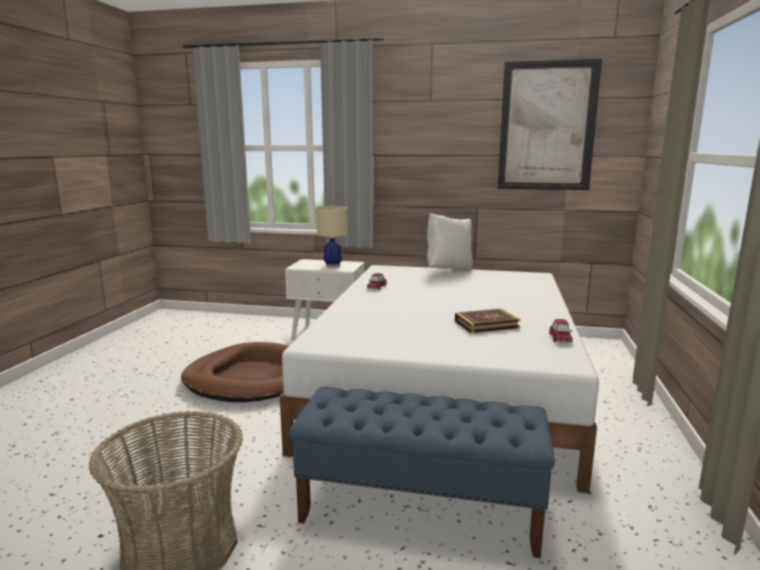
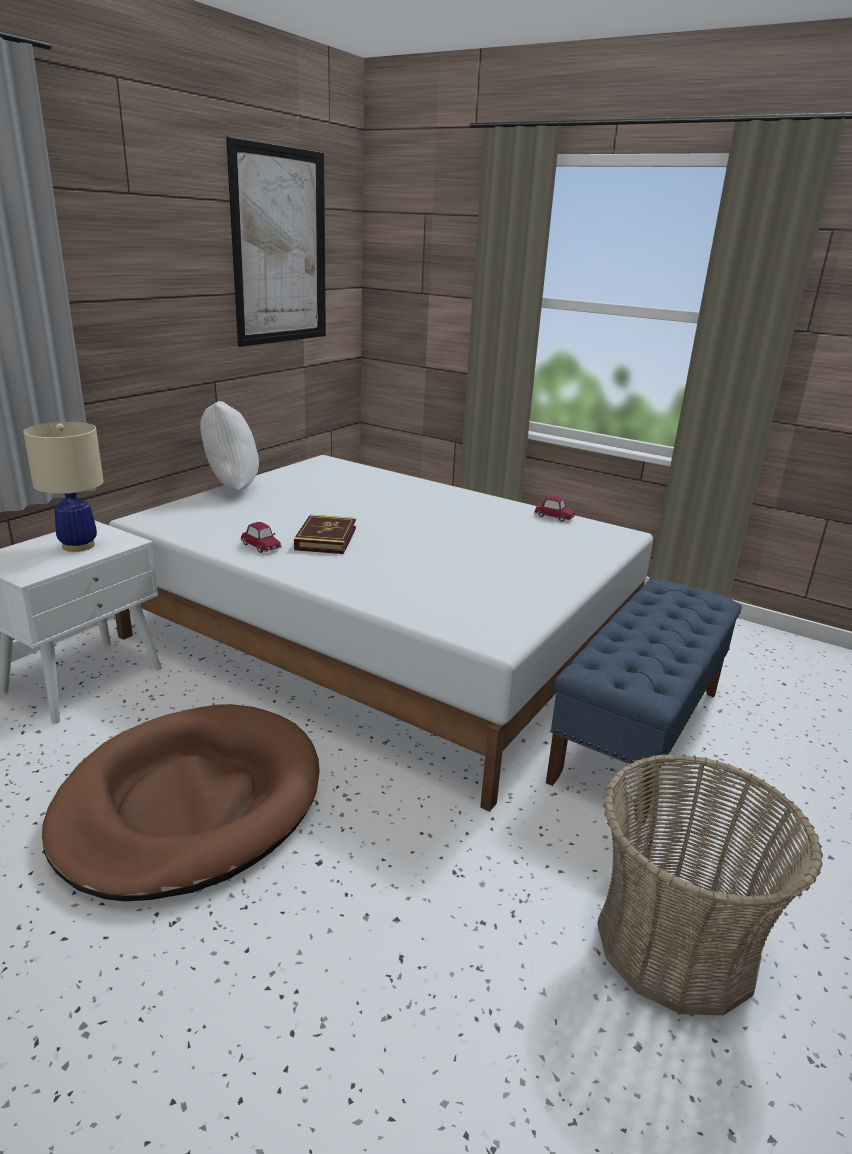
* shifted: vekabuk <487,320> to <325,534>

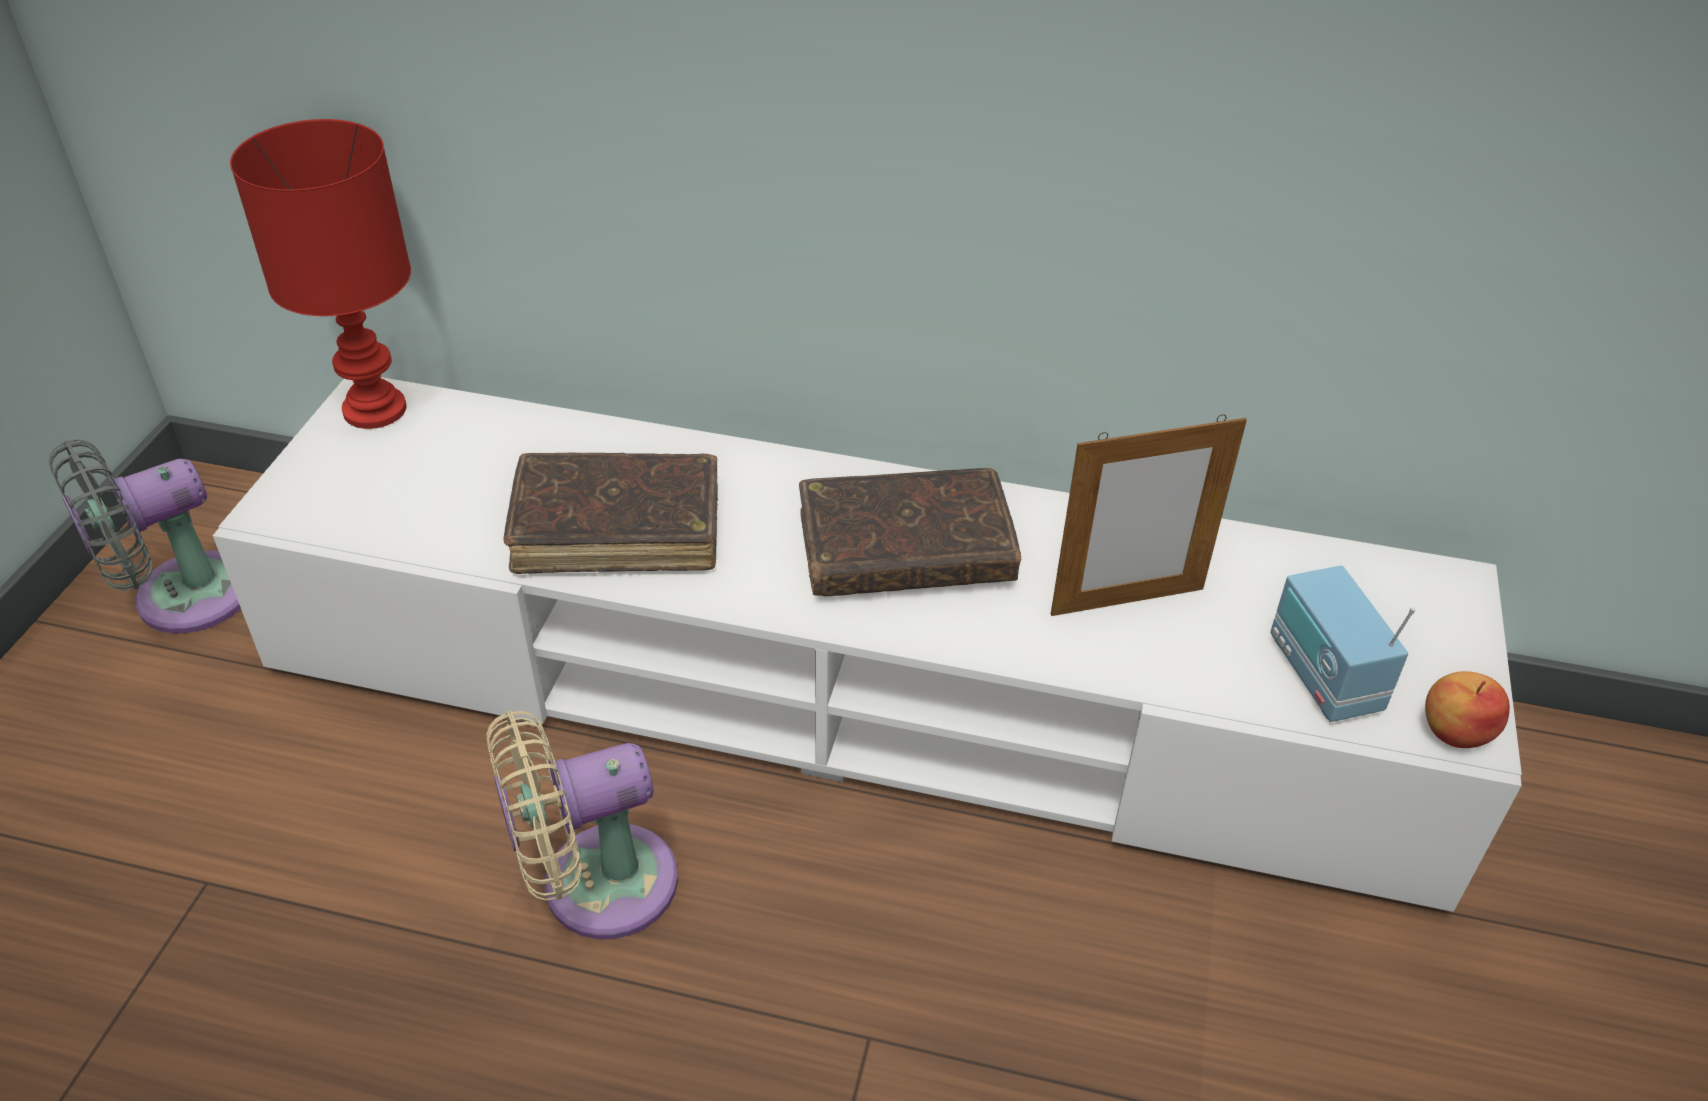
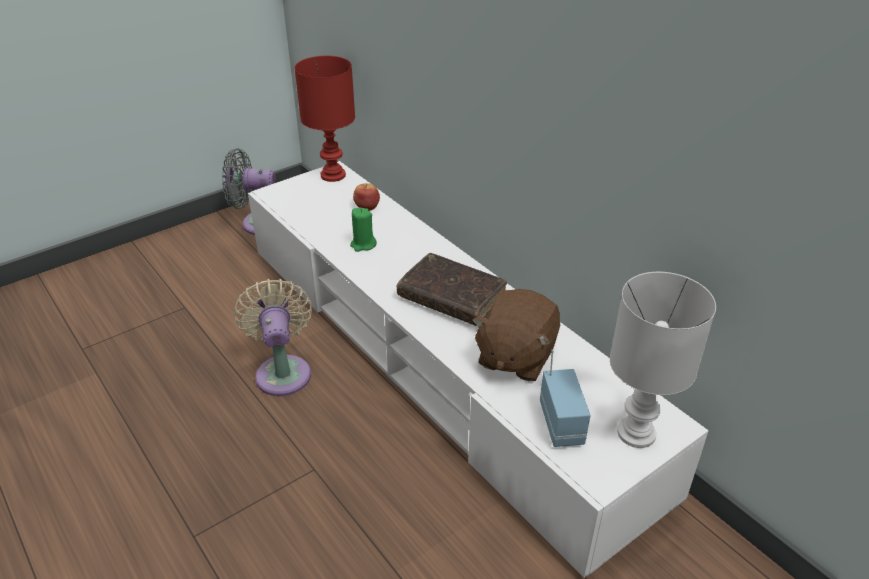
* rotated: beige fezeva <582,825> = <273,337> 60 degrees clockwise
* swapped: brown vekabuk <611,513> to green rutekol <363,230>
* swapped: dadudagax <1149,515> to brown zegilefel <516,335>
* rotated: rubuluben <1343,644> = <565,398> 150 degrees clockwise
* shifted: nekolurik <1467,709> to <366,196>
* new: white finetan <663,360>

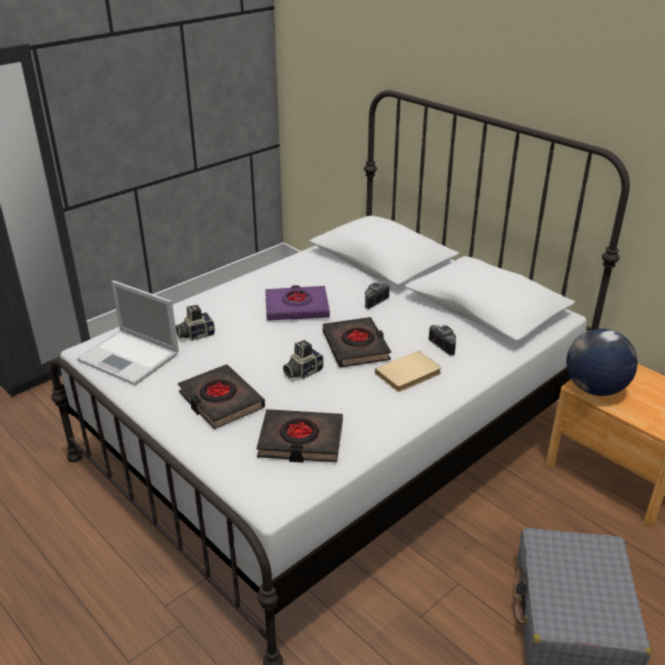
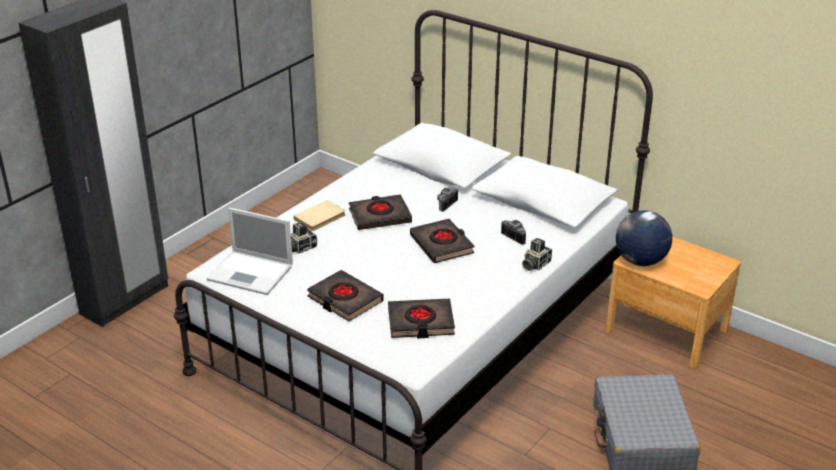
* repainted: purple vekabuk <297,303> to black vekabuk <380,212>
* shifted: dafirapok <303,359> to <537,254>
* shifted: beige vekabuk <408,371> to <319,215>

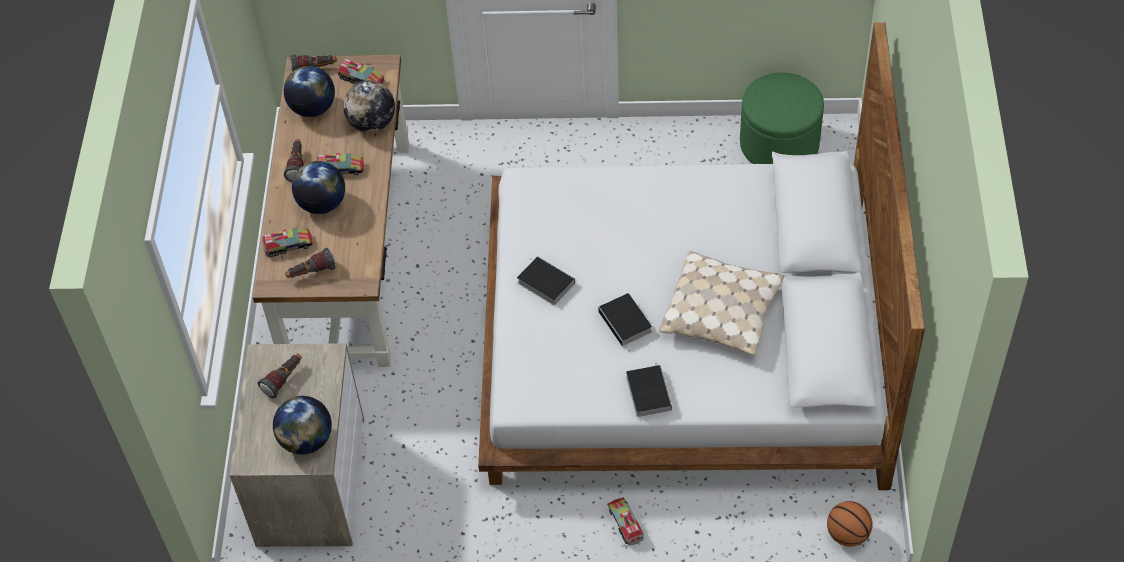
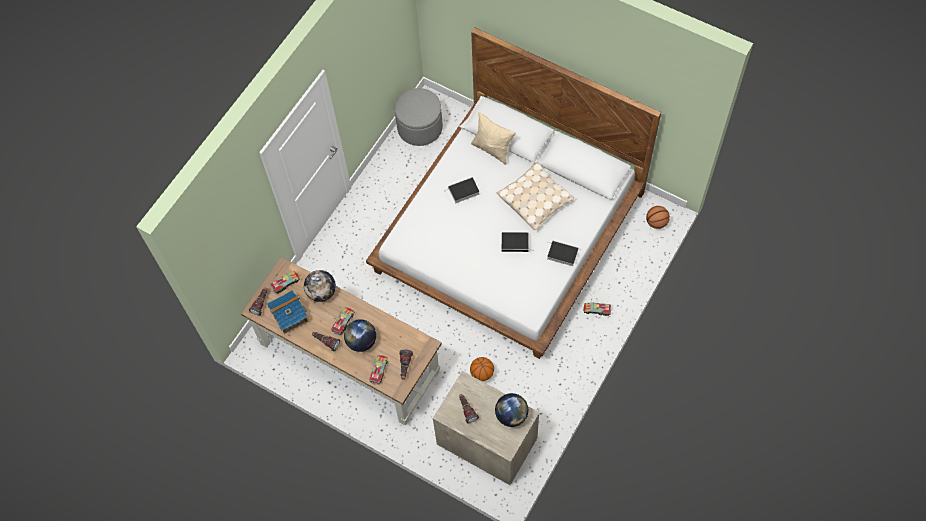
* swapped: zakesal <309,91> to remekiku <287,312>
* shifted: vekabuk <546,280> to <461,190>
* repainted: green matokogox <782,118> to grey matokogox <419,117>
* new: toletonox <482,369>
* new: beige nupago <493,138>

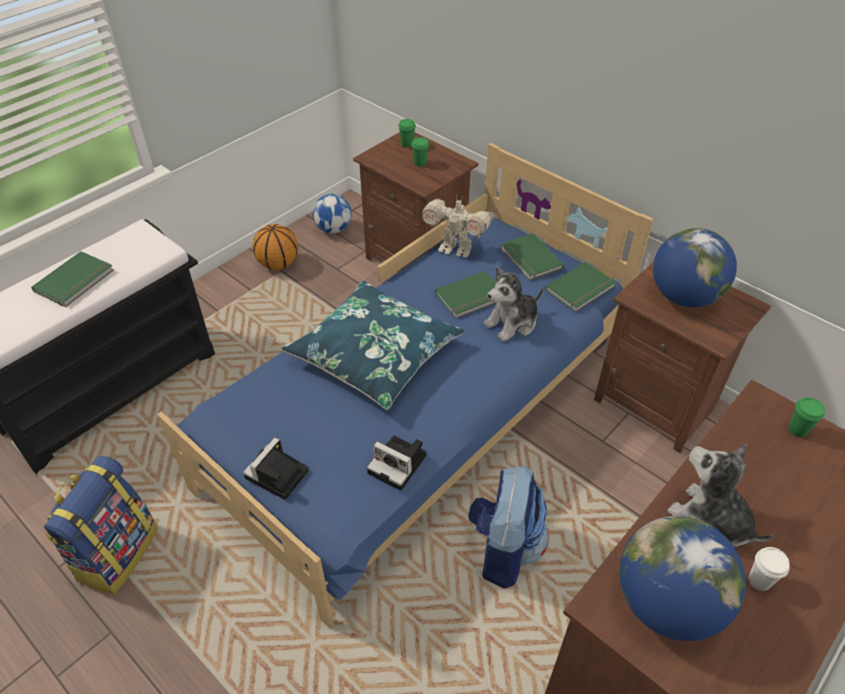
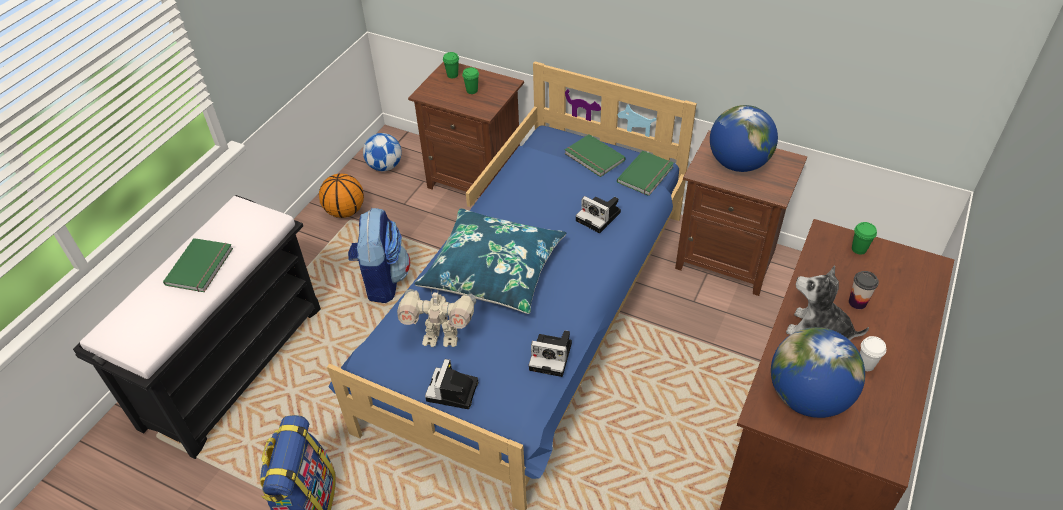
* shifted: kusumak <458,227> to <436,318>
* gone: green vekabuk <465,294>
* shifted: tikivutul <508,527> to <379,255>
* swapped: zegilefel <513,304> to dafirapok <598,214>
* new: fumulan <864,290>

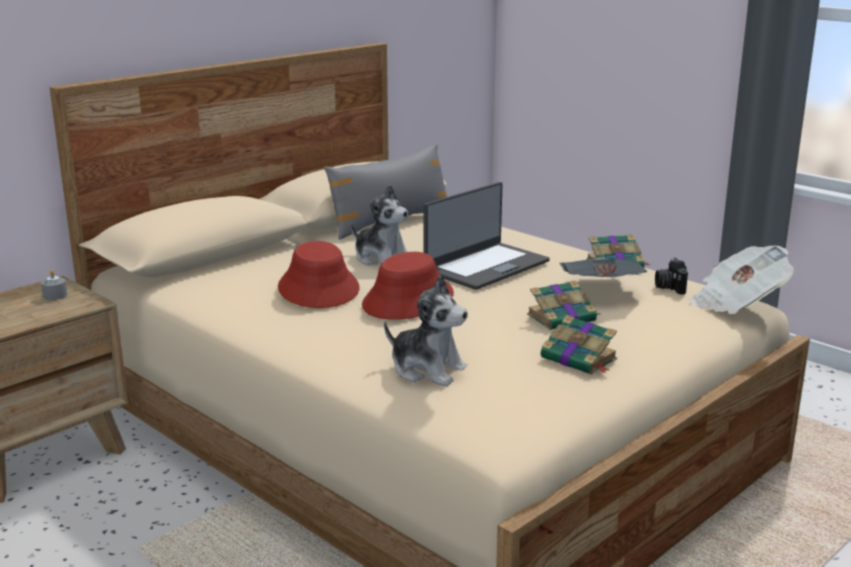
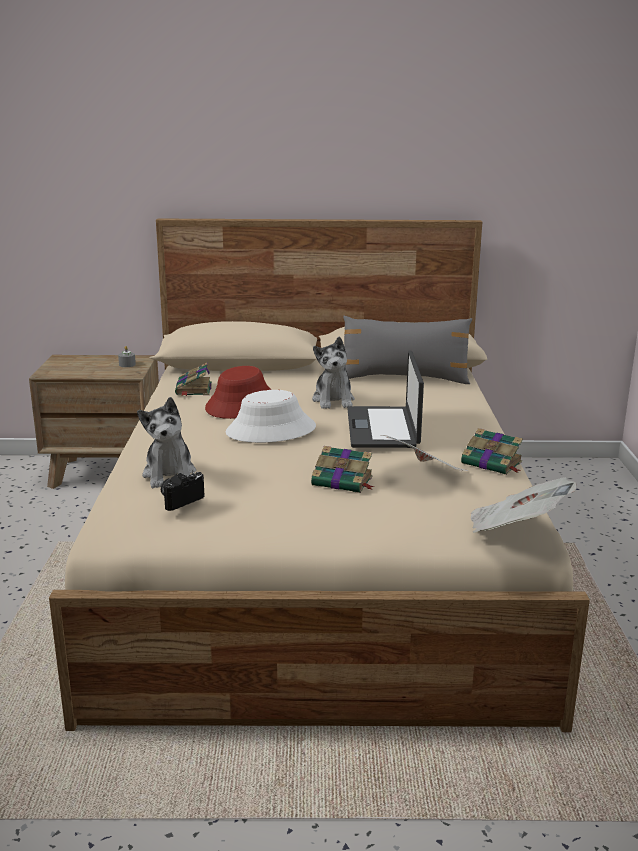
* repainted: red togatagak <408,286> to white togatagak <270,416>
* rotated: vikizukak <487,236> = <385,399> 90 degrees clockwise
* shifted: vekabuk <579,345> to <193,379>
* shifted: dafirapok <671,276> to <183,491>

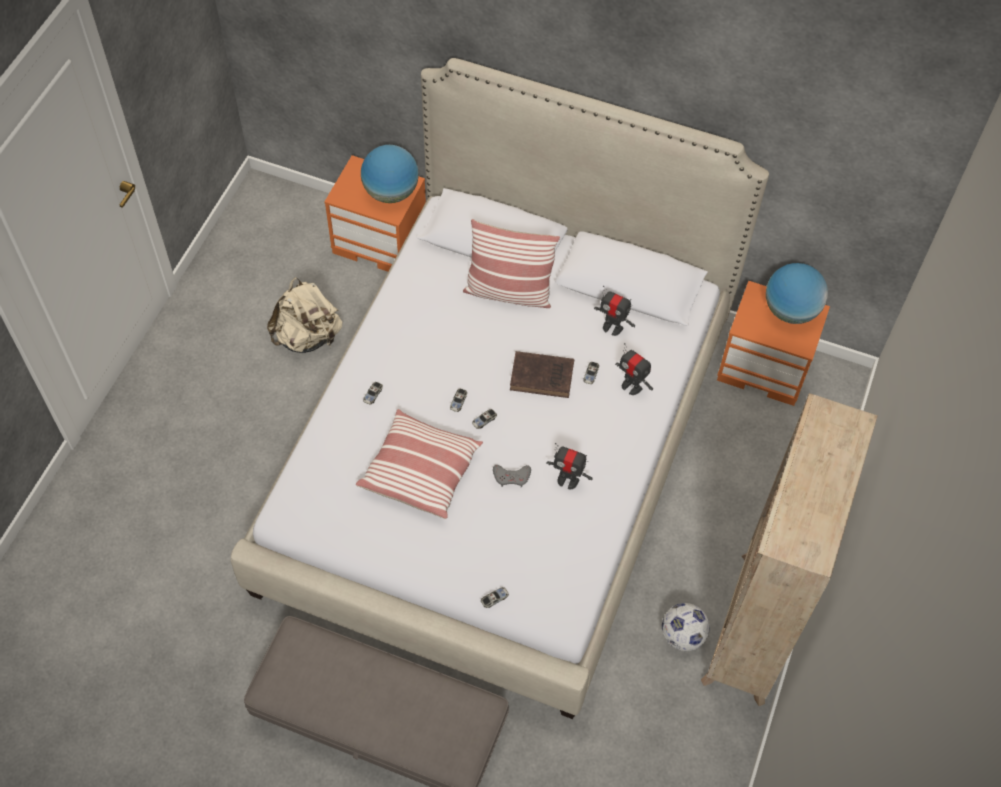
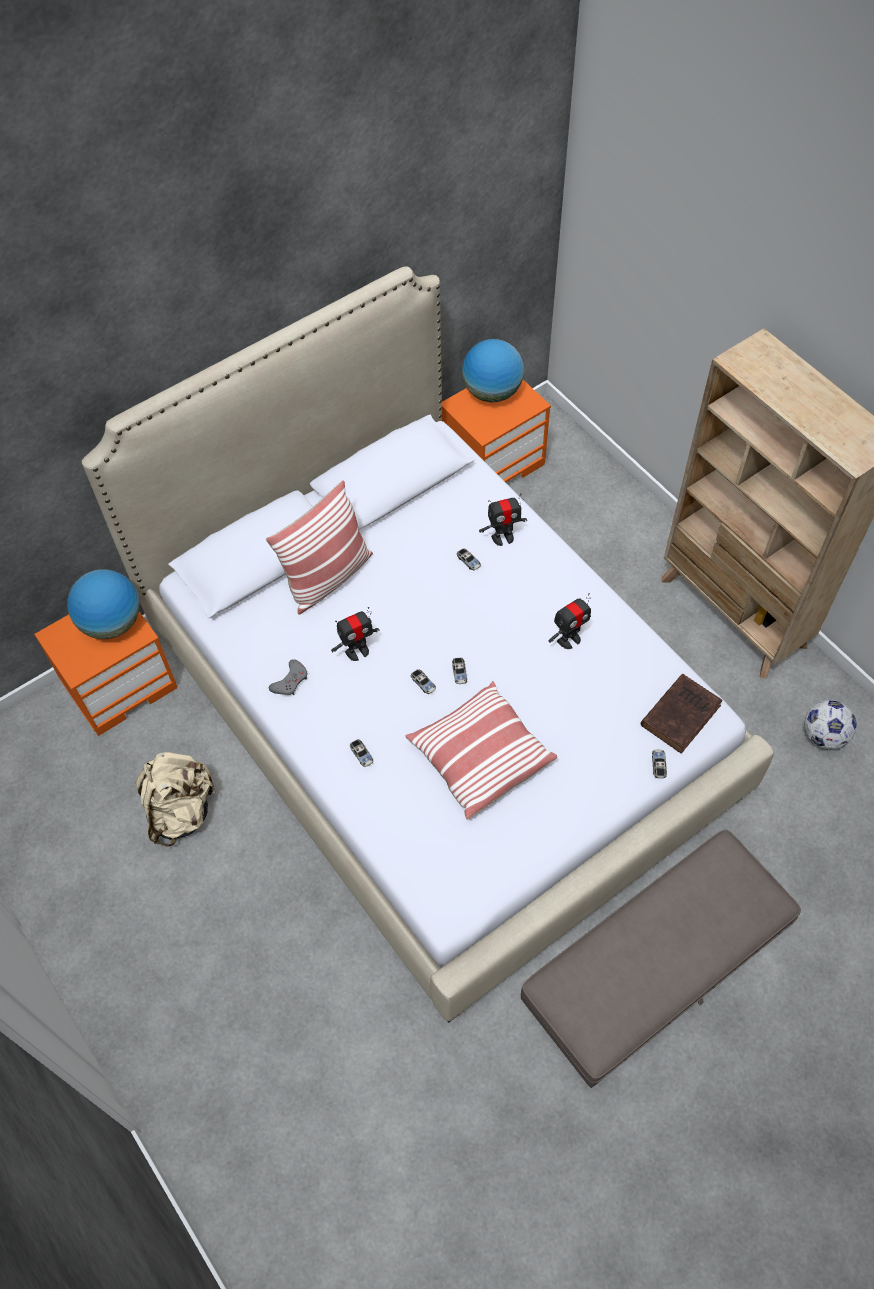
* shifted: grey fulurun <512,476> to <288,677>
* shifted: brown vekabuk <542,374> to <682,714>
* shifted: kusumak <614,311> to <355,634>
* shifted: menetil <686,627> to <830,725>

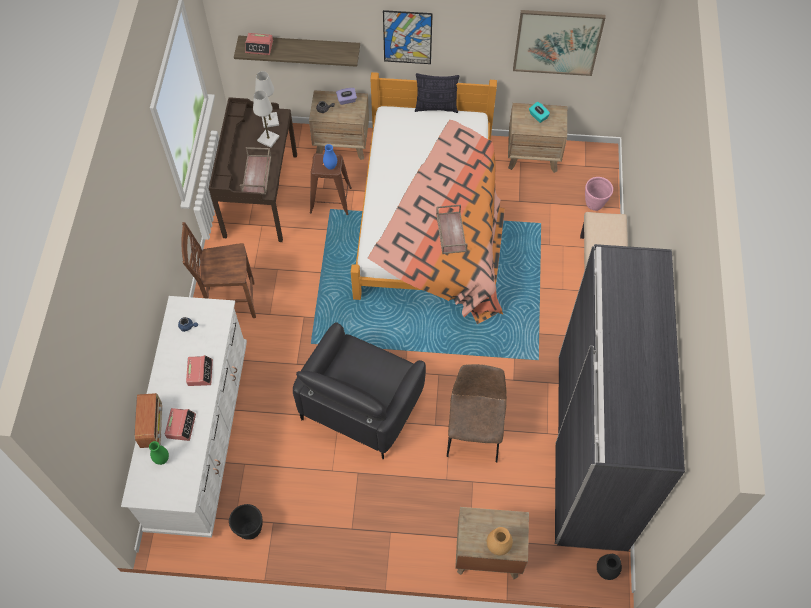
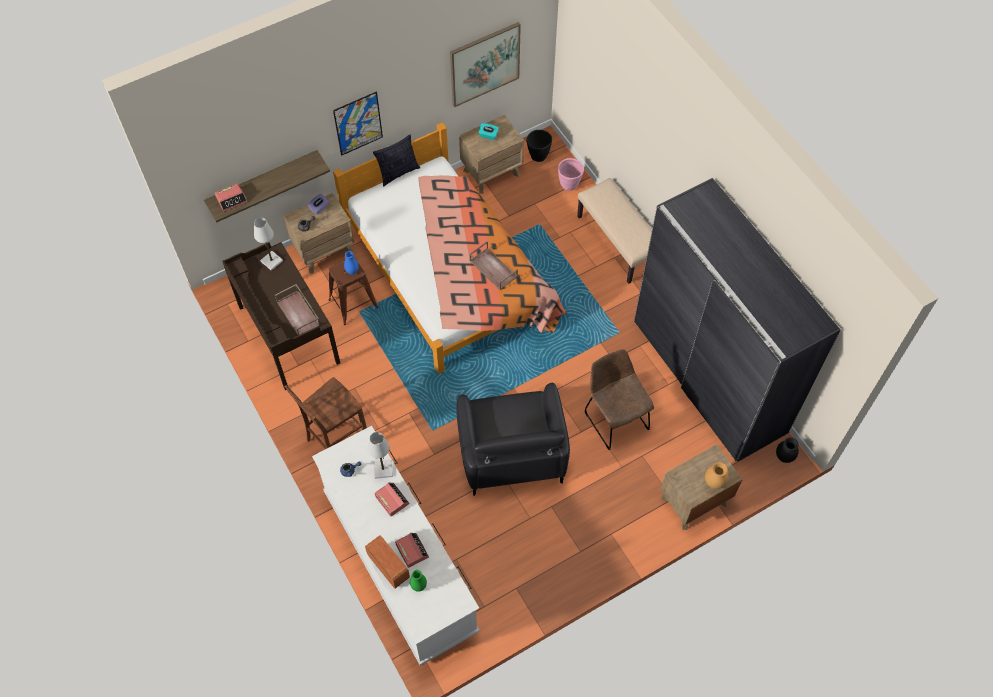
* shifted: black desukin <245,522> to <539,146>
* shifted: white finetan <266,119> to <380,455>

